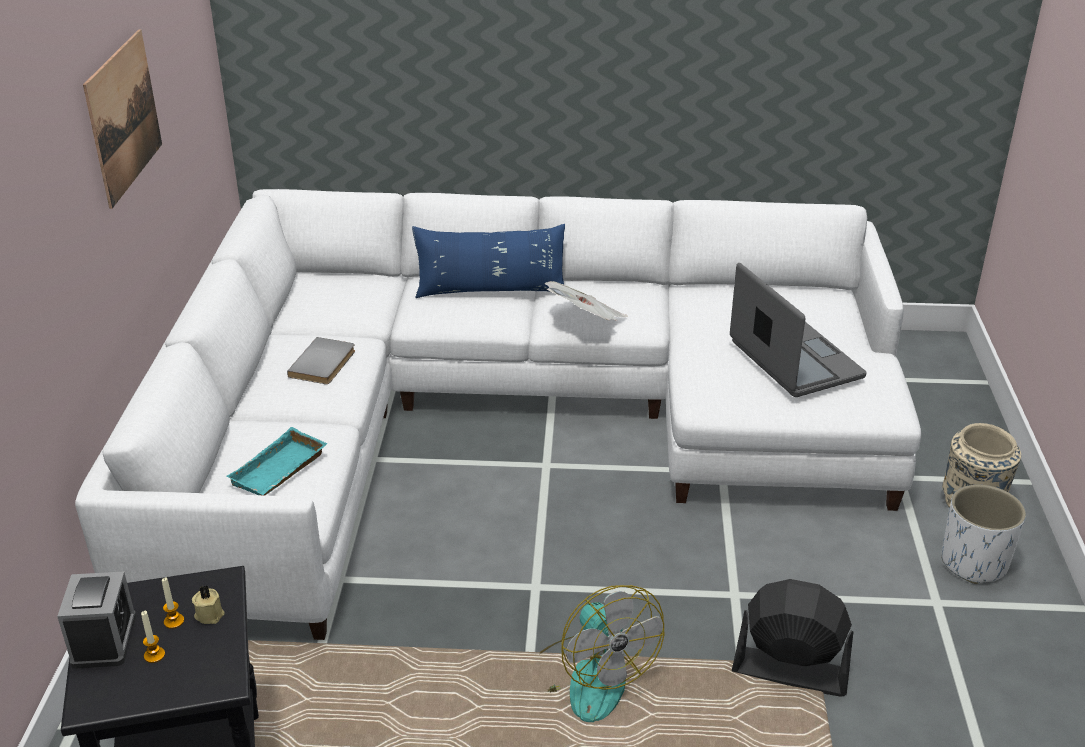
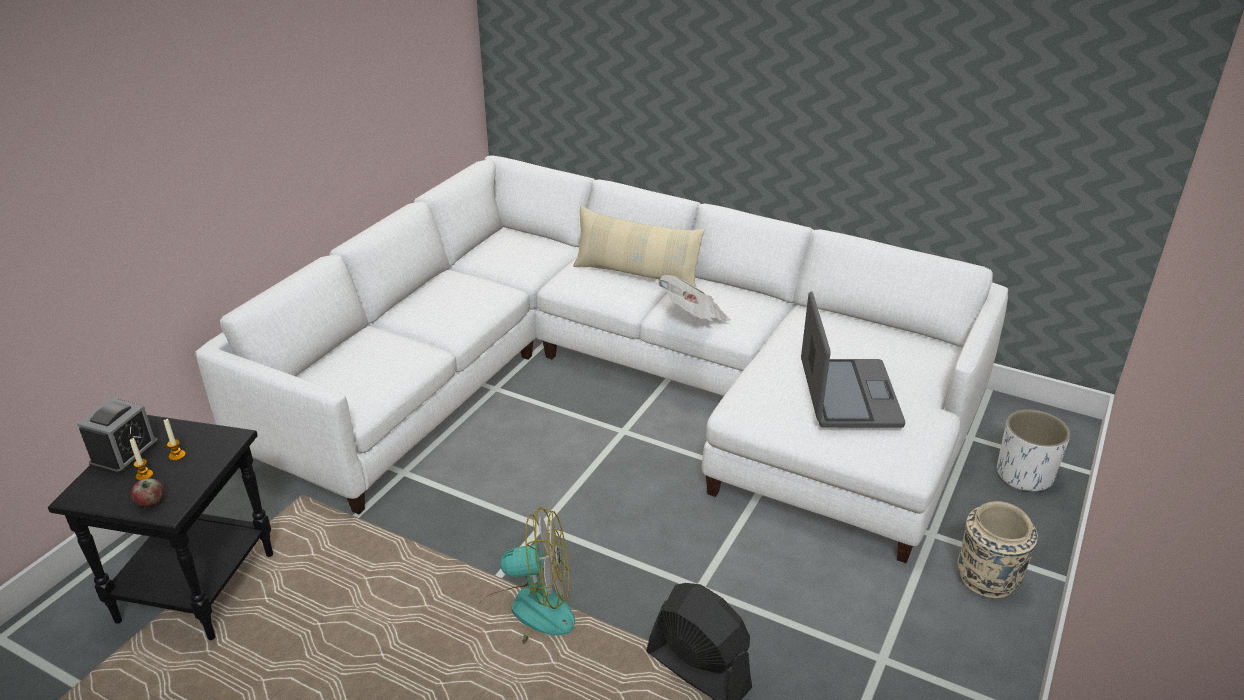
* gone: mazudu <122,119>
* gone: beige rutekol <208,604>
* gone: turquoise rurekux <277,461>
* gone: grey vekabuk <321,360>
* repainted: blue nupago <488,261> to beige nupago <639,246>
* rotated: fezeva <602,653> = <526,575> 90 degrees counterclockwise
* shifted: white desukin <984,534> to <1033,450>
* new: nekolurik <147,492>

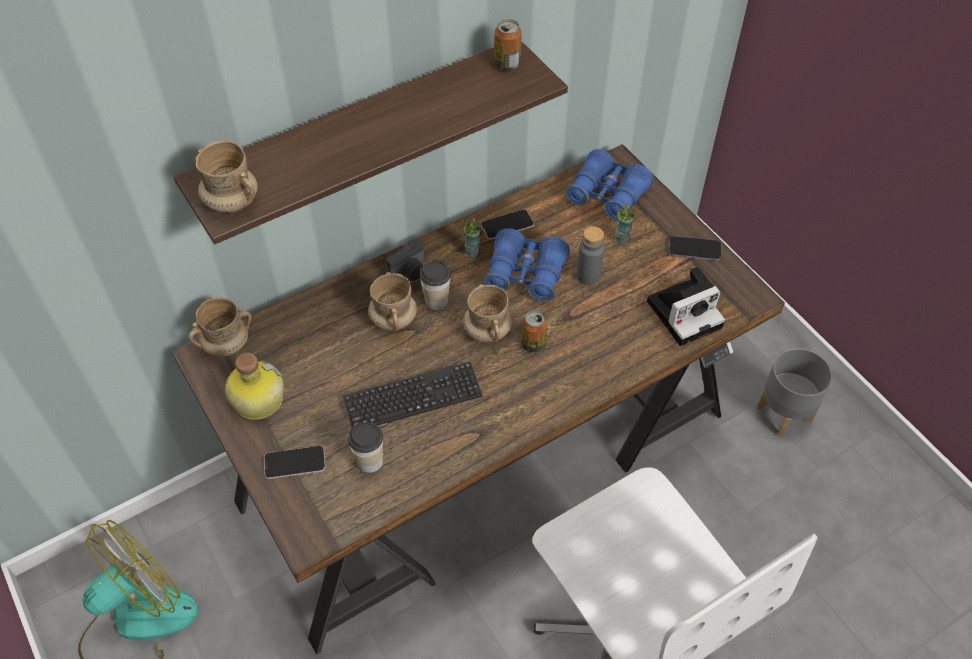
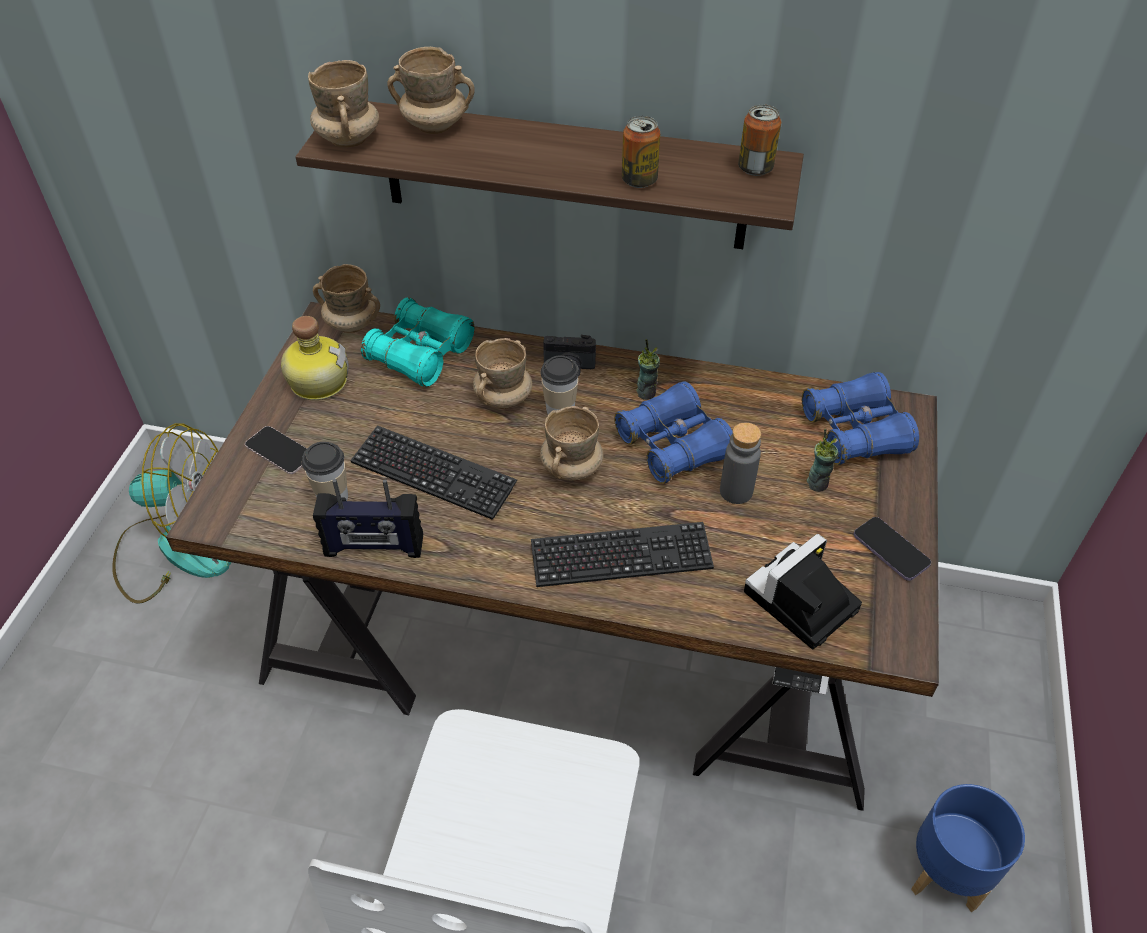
* gone: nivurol <507,224>
* shifted: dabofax <534,331> to <641,152>
* rotated: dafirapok <686,306> = <803,591> 120 degrees clockwise
* repainted: grey desukin <795,392> to blue desukin <968,848>
* new: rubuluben <368,518>
* new: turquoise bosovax <418,342>
* new: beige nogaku <431,90>
* new: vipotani <622,554>

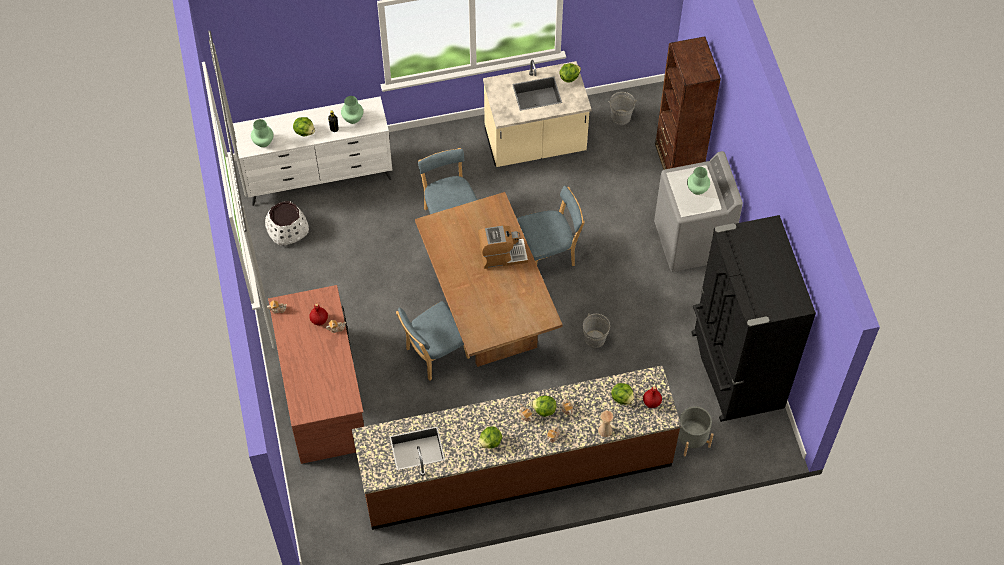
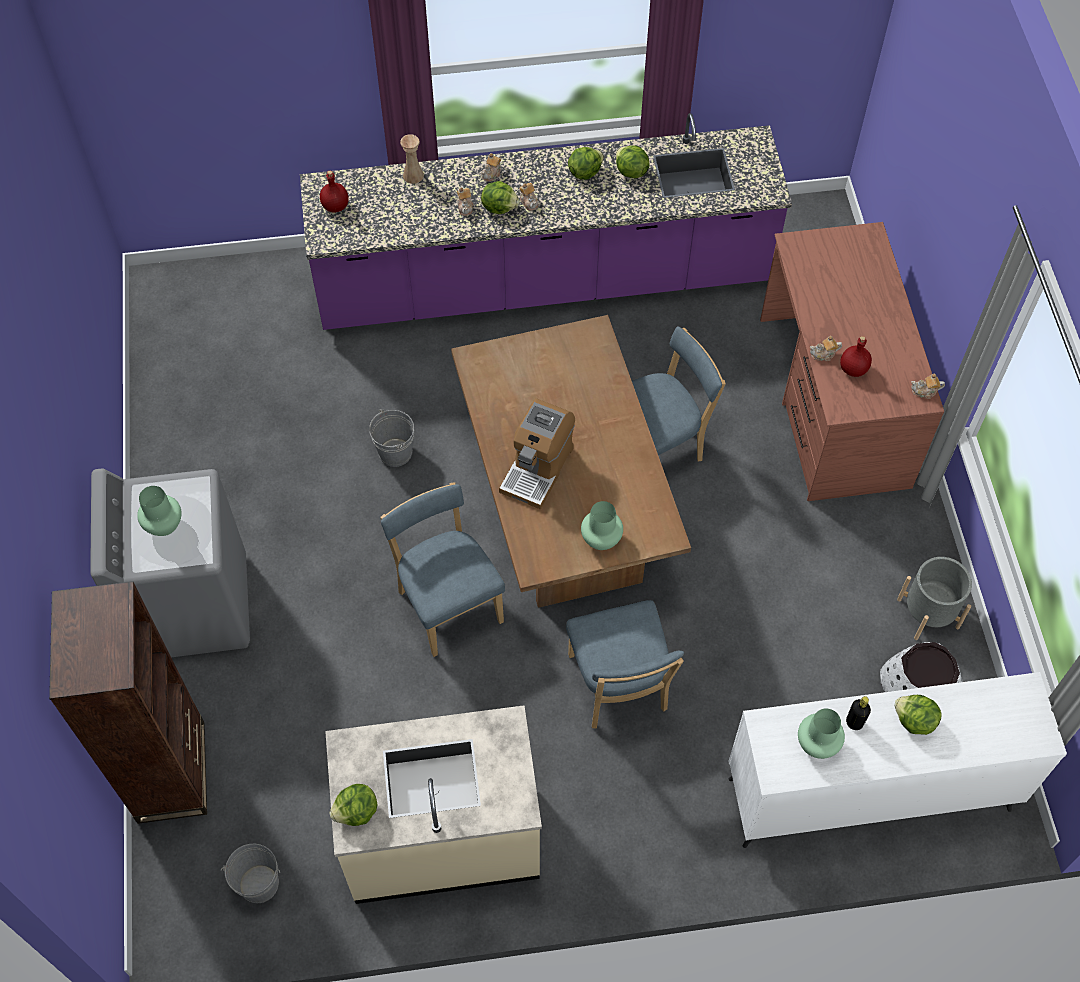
* shifted: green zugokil <262,133> to <602,525>
* repainted: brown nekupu <516,447> to purple nekupu <546,221>
* rotated: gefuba <503,247> = <537,453> 60 degrees counterclockwise
* rotated: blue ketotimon <550,226> = <442,569> 75 degrees clockwise
* shifted: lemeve <622,394> to <633,161>
* shifted: grey desukin <696,431> to <934,598>
* gone: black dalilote <753,318>

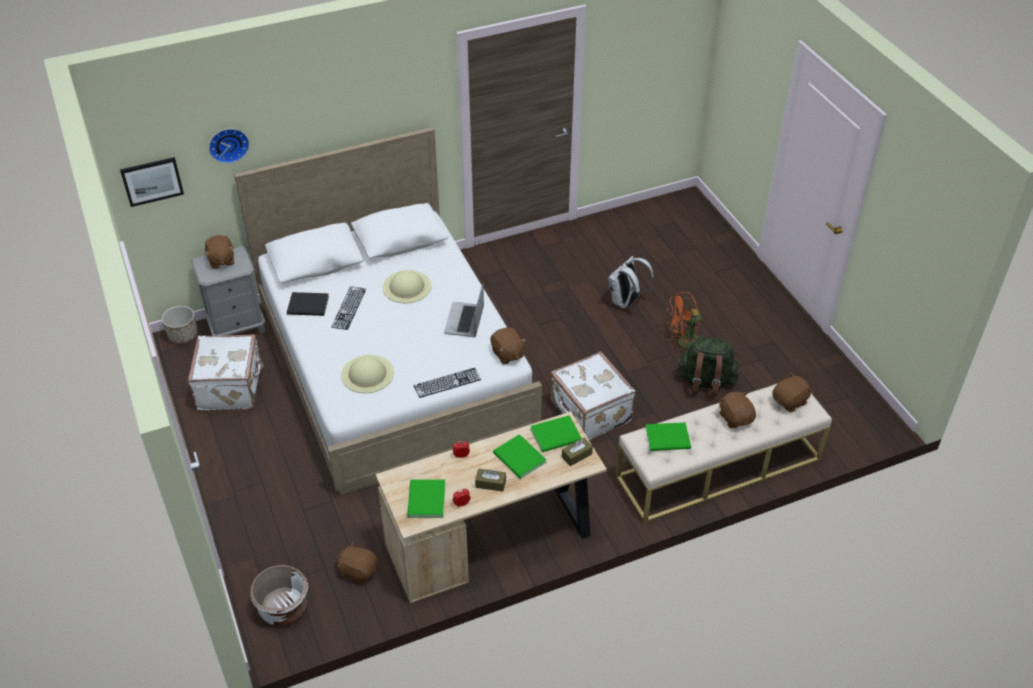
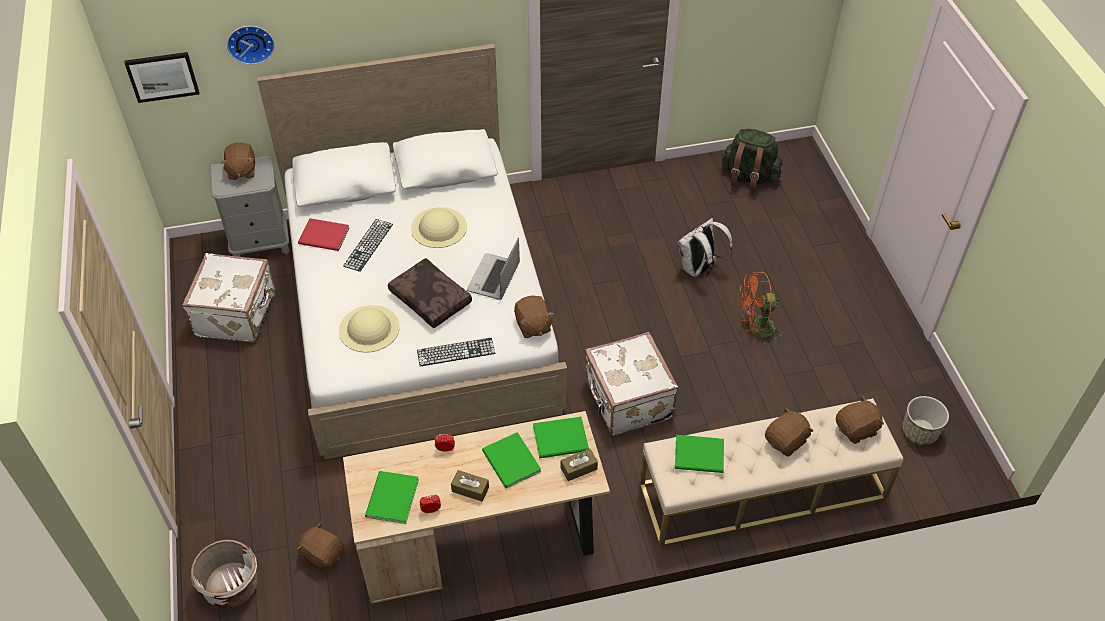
* shifted: desukin <179,325> to <925,420>
* repainted: black vekabuk <308,304> to red vekabuk <324,234>
* shifted: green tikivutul <708,367> to <751,160>
* rotated: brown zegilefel <737,409> = <789,432> 60 degrees clockwise
* new: brown nupago <430,293>

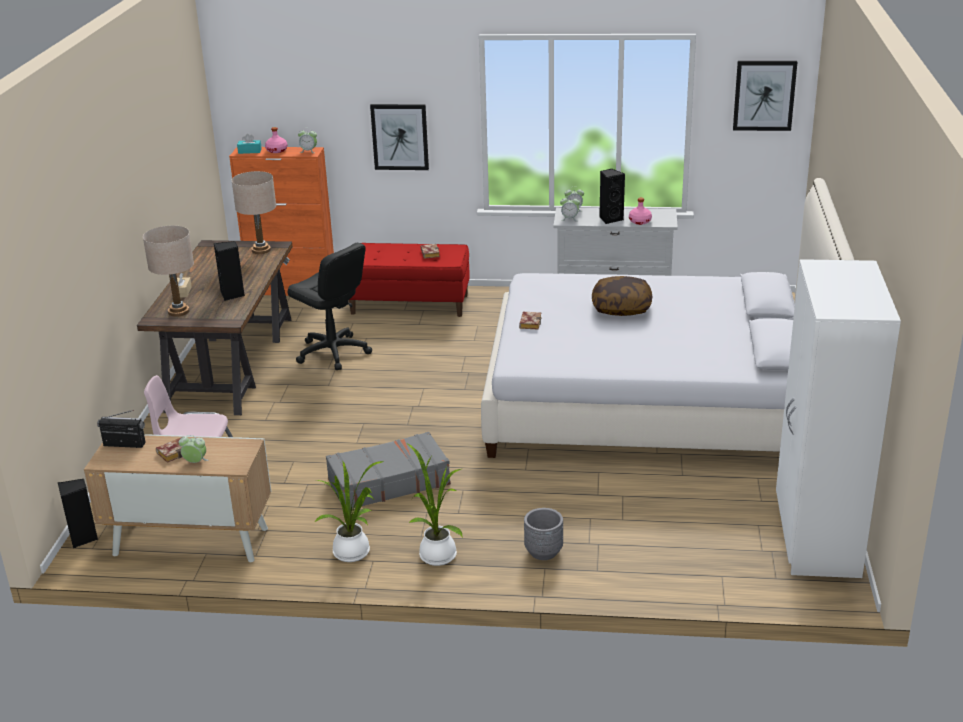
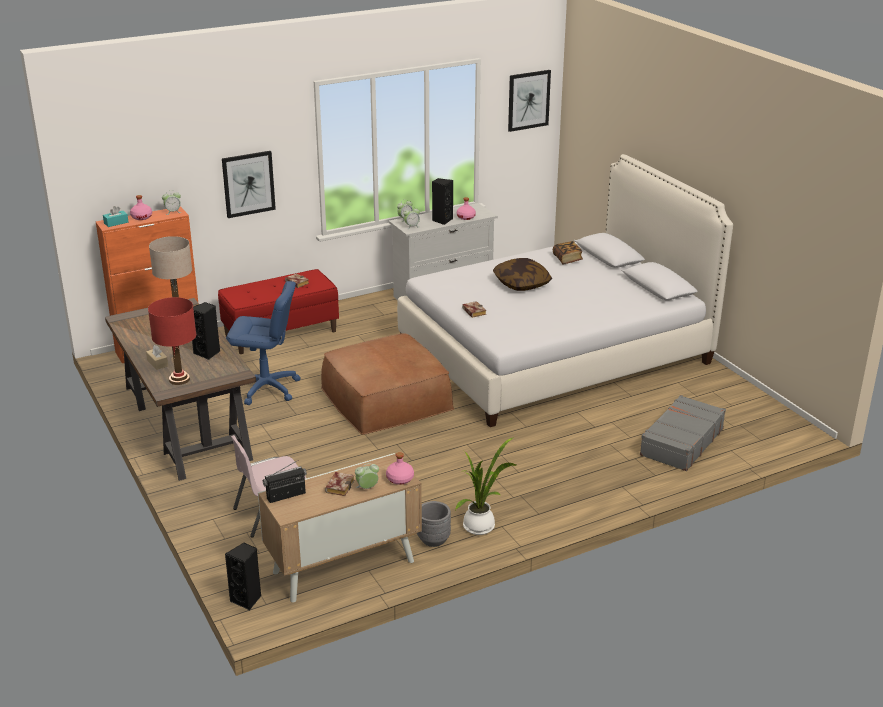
* repainted: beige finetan <168,271> to red finetan <172,341>
* repainted: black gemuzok <330,306> to blue gemuzok <263,343>
* shifted: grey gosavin <388,470> to <683,433>
* gone: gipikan <435,505>
* shifted: grey desukin <543,534> to <434,524>
* gone: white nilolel <838,418>
* new: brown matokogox <387,384>
* new: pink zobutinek <400,468>
* new: vekabuk <568,252>

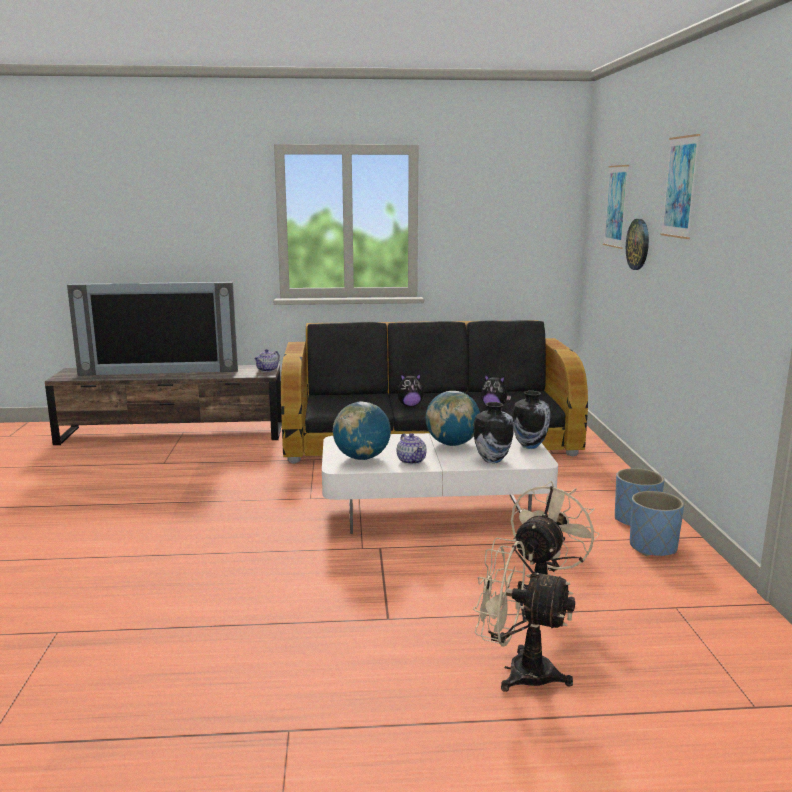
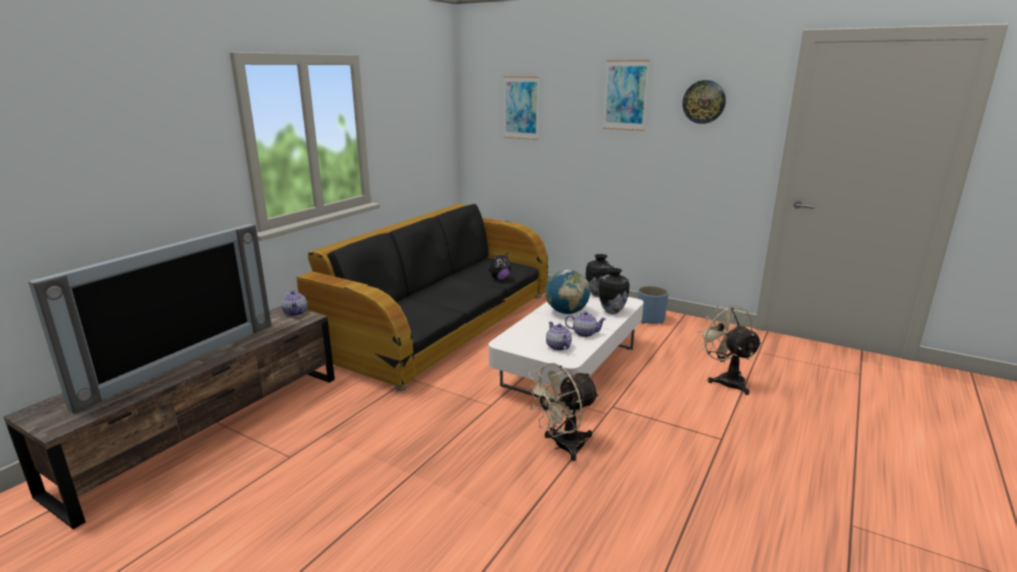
* swapped: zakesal <362,430> to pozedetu <559,336>
* gone: zegilefel <411,389>
* shifted: beige fezeva <524,615> to <562,412>
* shifted: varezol <637,244> to <704,102>
* gone: blue desukin <657,523>

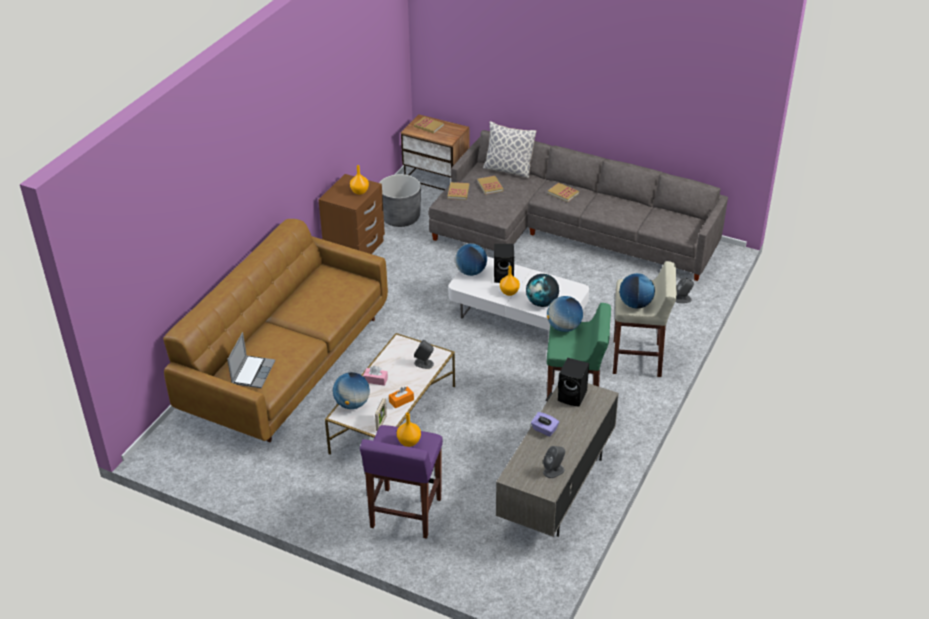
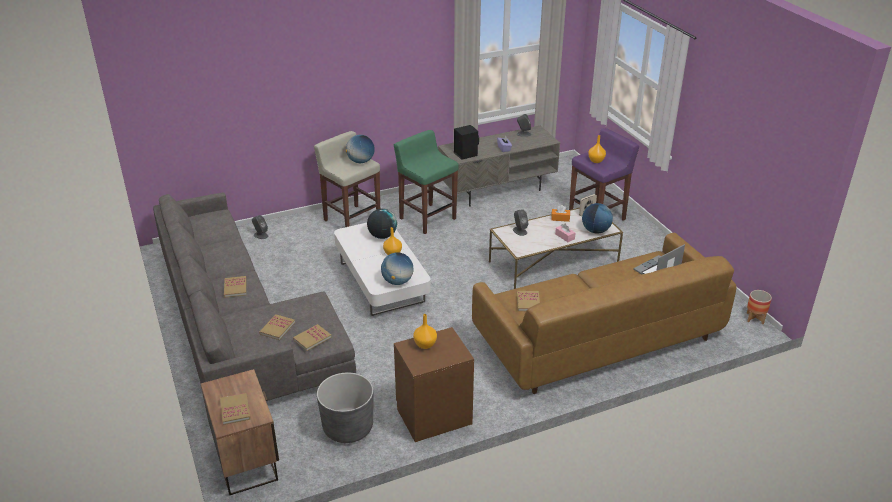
* gone: nupago <509,149>
* gone: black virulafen <504,263>
* gone: zakesal <565,314>
* new: vekabuk <528,301>
* new: desukin <759,307>

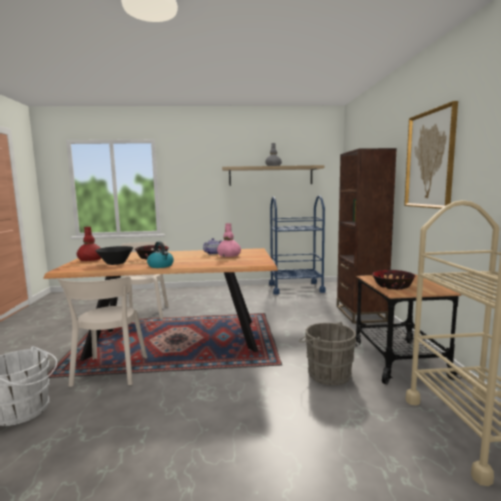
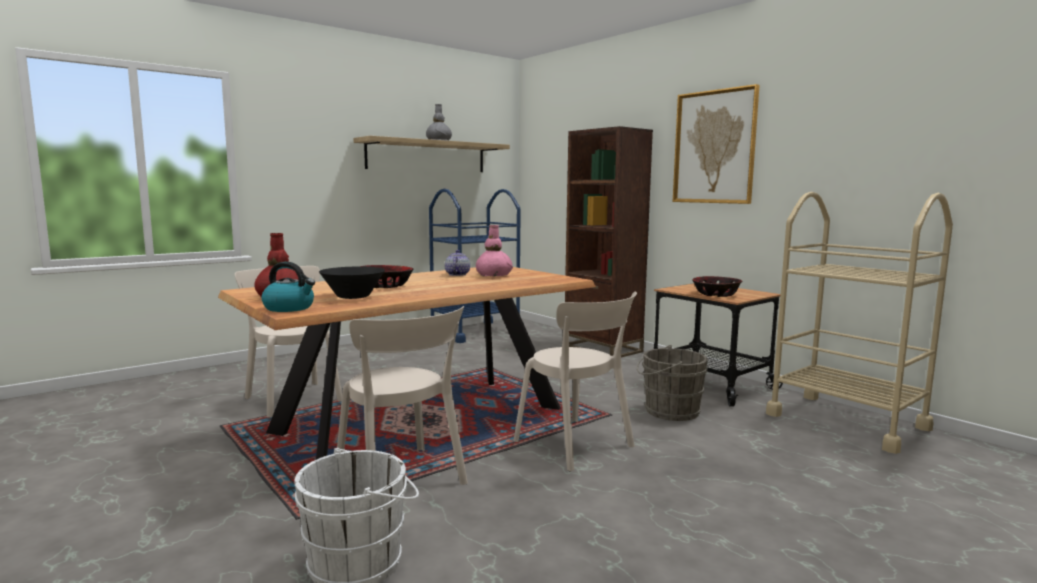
* shifted: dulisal <160,254> to <288,287>
* new: beige ketotimon <575,381>

